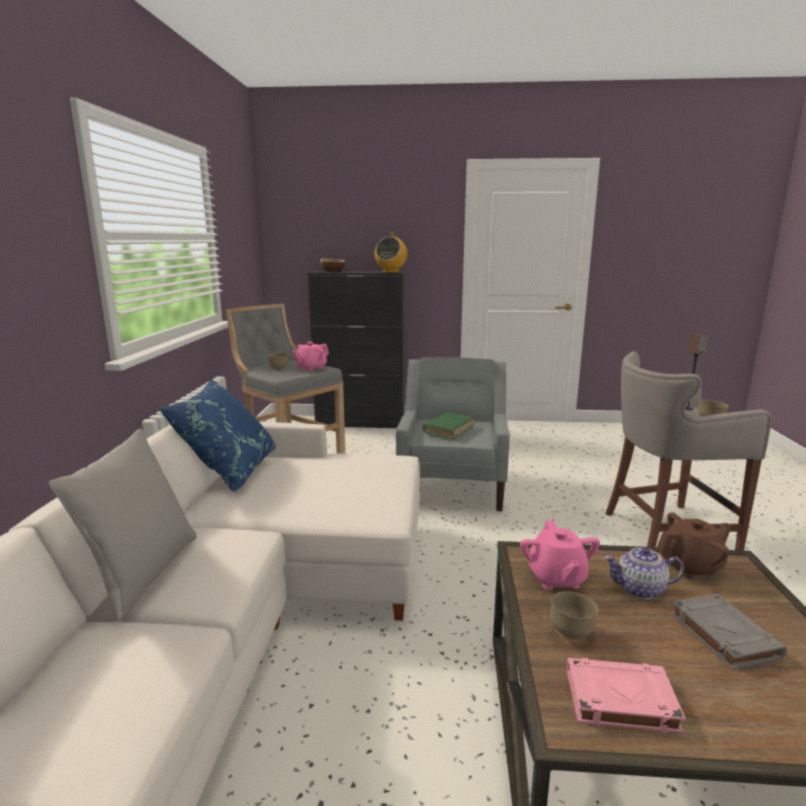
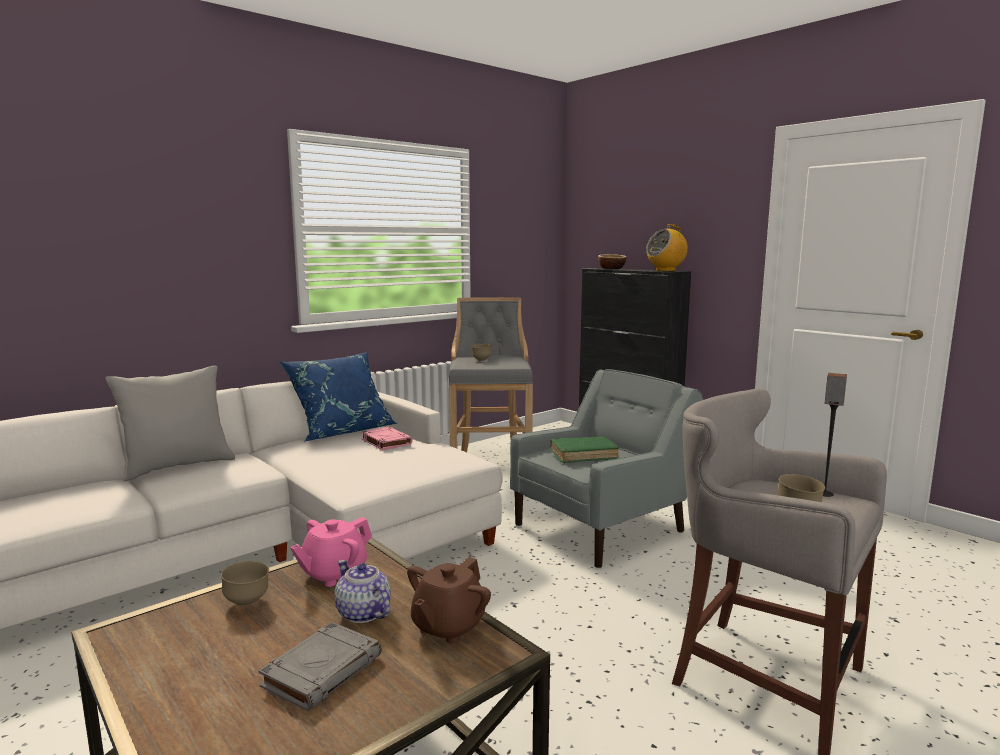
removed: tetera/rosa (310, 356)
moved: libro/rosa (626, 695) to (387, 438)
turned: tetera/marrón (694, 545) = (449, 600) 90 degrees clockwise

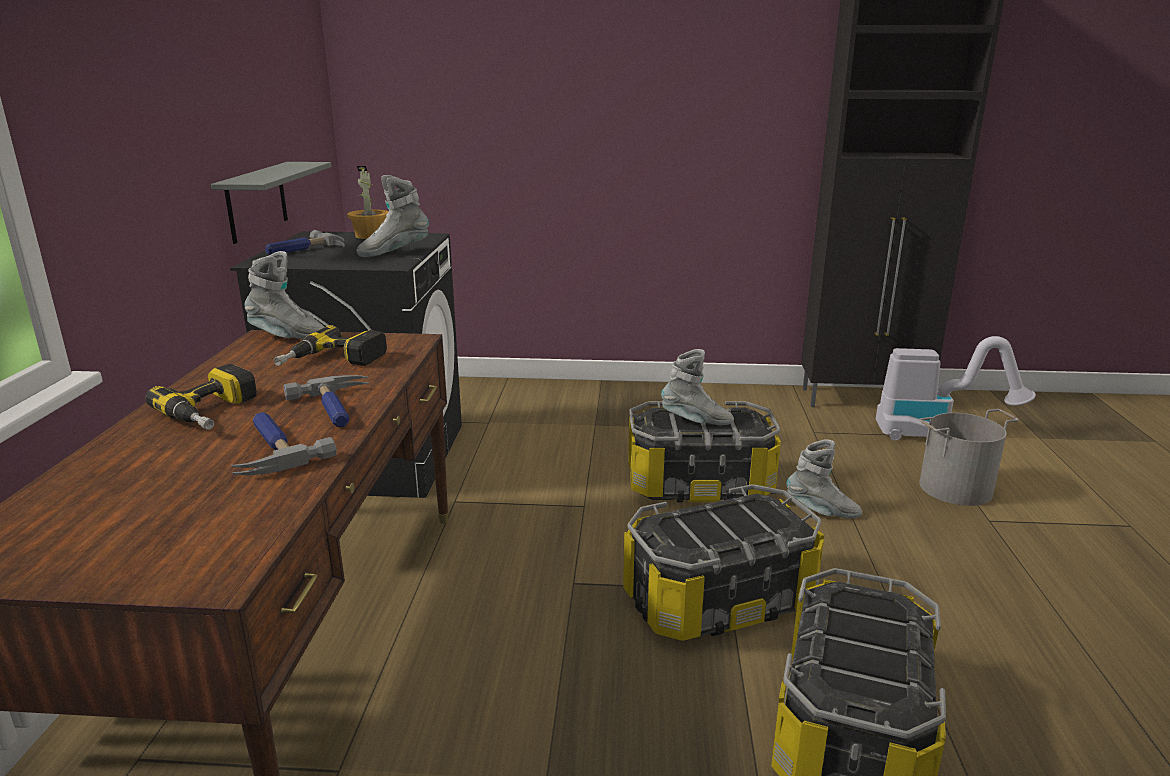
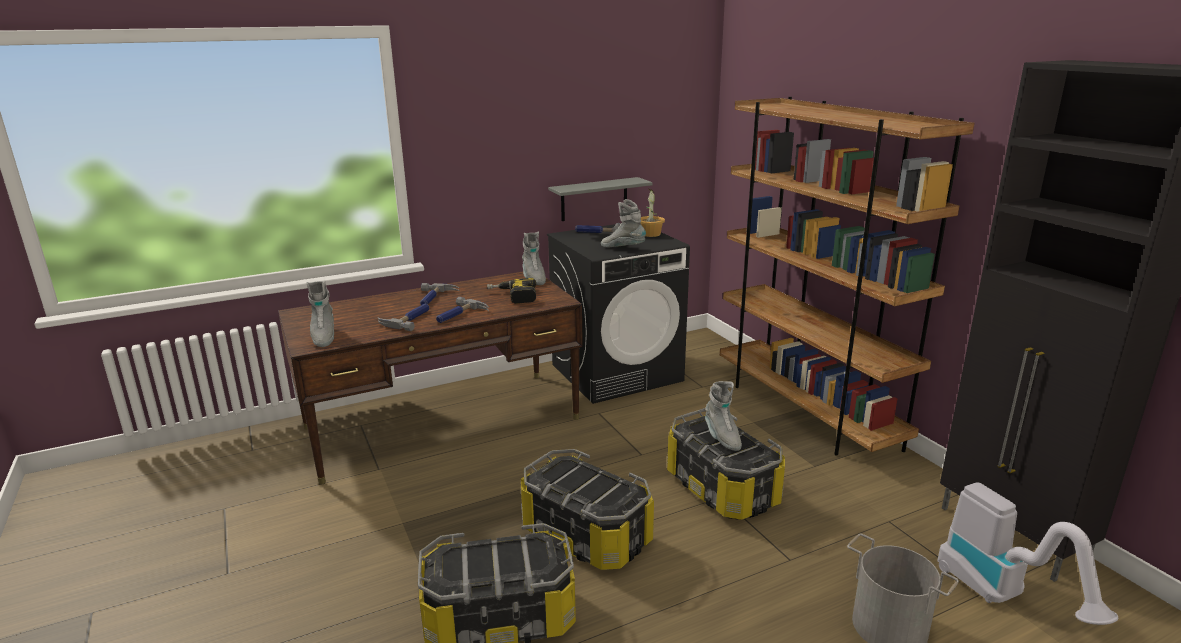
added: estantería/marrón (847, 276)
moved: bota/gris (825, 478) to (320, 314)
replaced: taladro (201, 397) to martillo (440, 294)

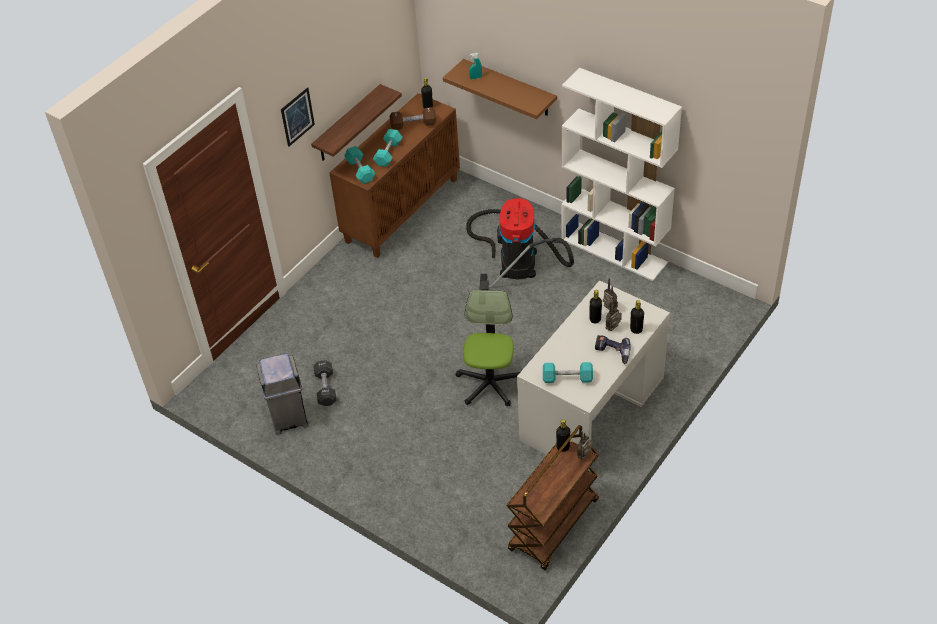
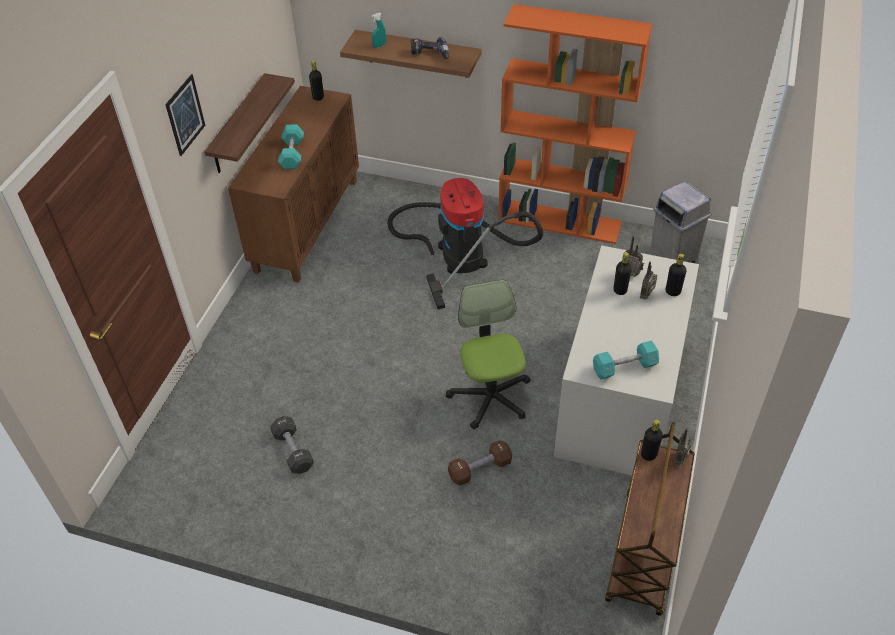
removed: mancuerna/turquesa (359, 165)
moved: papelera/gris (282, 394) to (680, 222); mancuerna/marrón (413, 118) to (480, 463); taladro (613, 349) to (430, 48)
recoloured: estantería/blanco (621, 174) to estantería/naranja (575, 124)

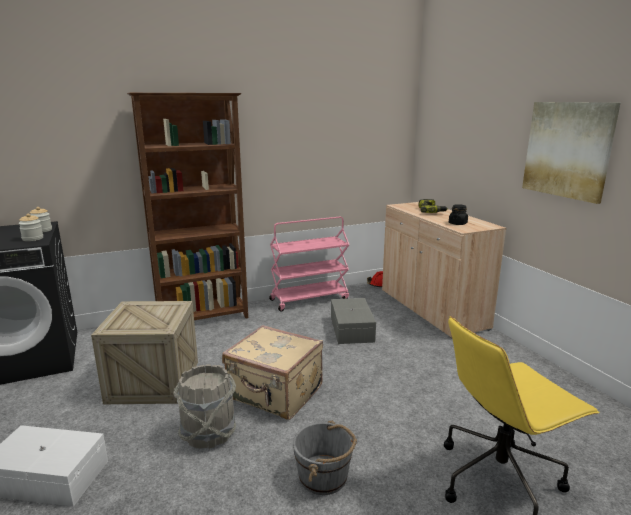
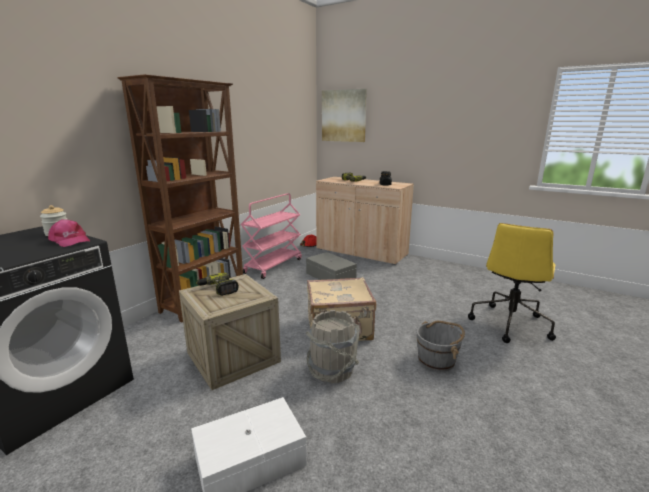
added: taladro (217, 284)
moved: cuadro (571, 153) to (344, 115)
replaced: tarro (31, 227) to gorra/rosa (69, 233)

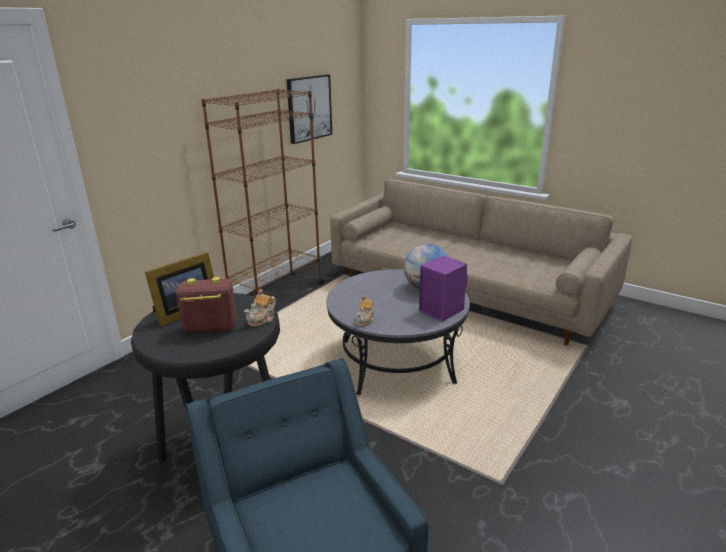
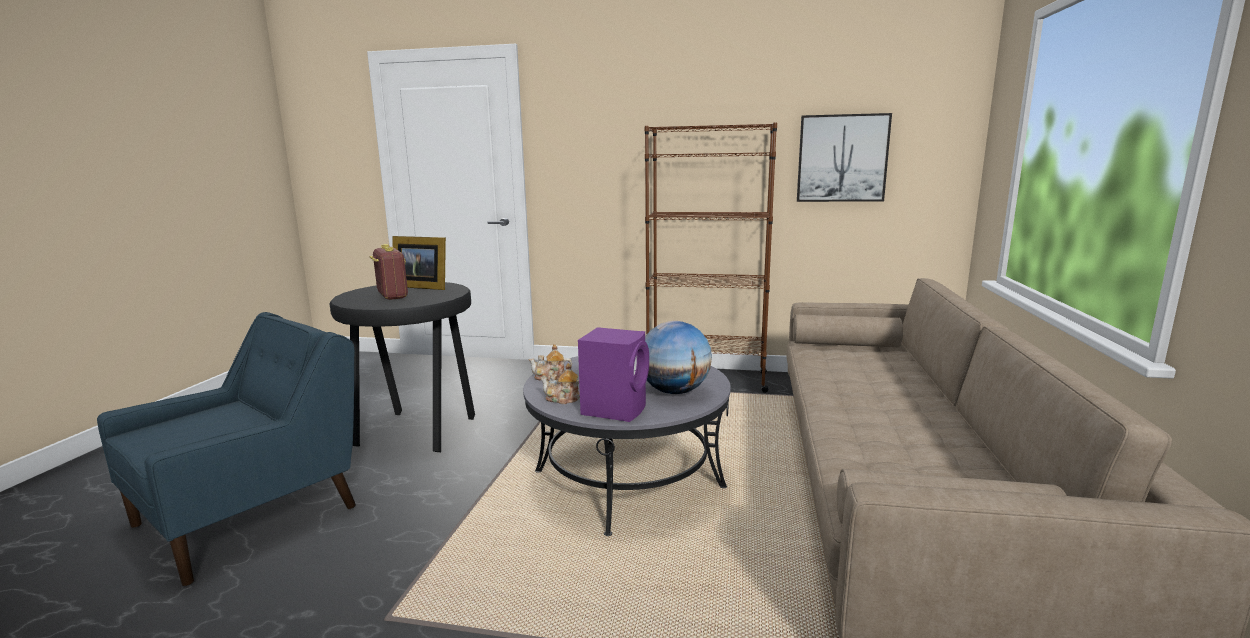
moved: tetera (260, 308) to (560, 383)

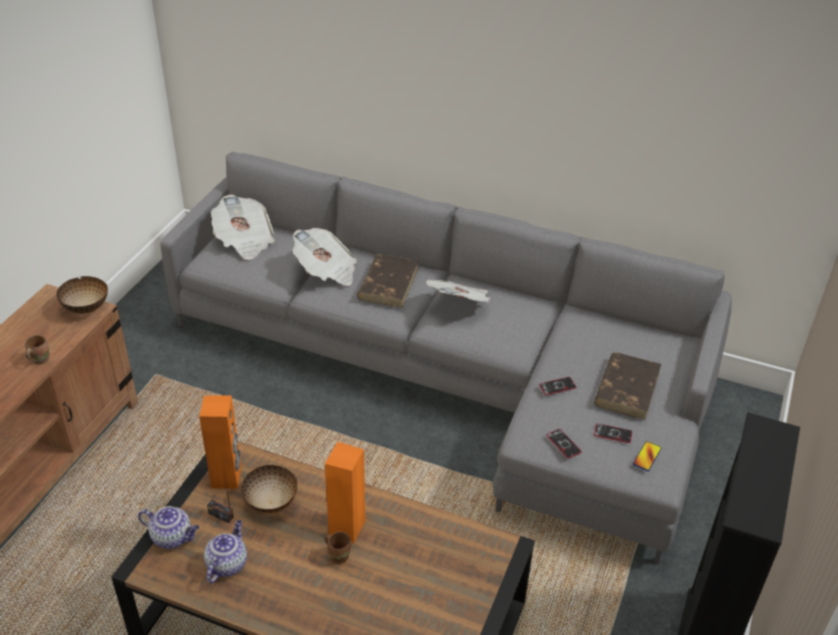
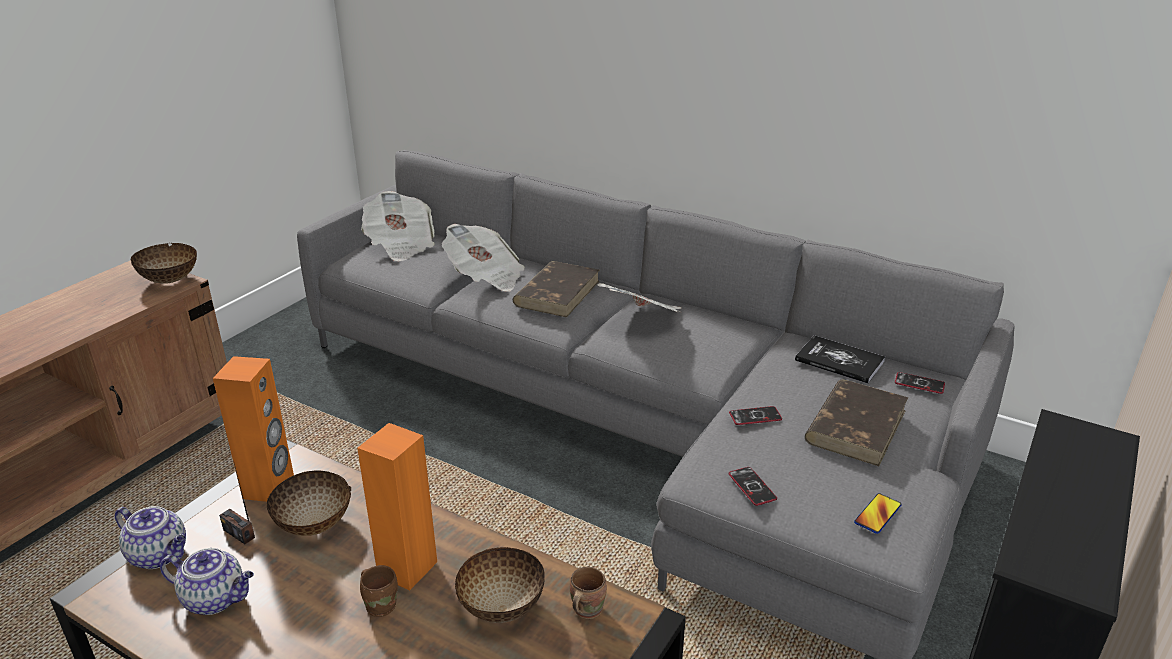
added: cuenco (500, 585); libro (840, 359)
moved: taza grande/marrón (37, 349) to (588, 593); móvil (613, 433) to (920, 383)
turned: tetera (225, 551) = (207, 581) 75 degrees clockwise

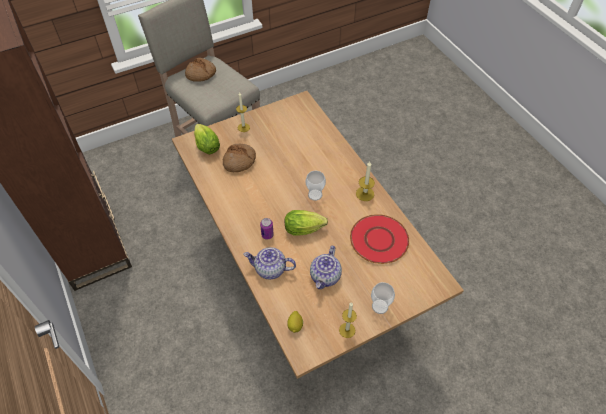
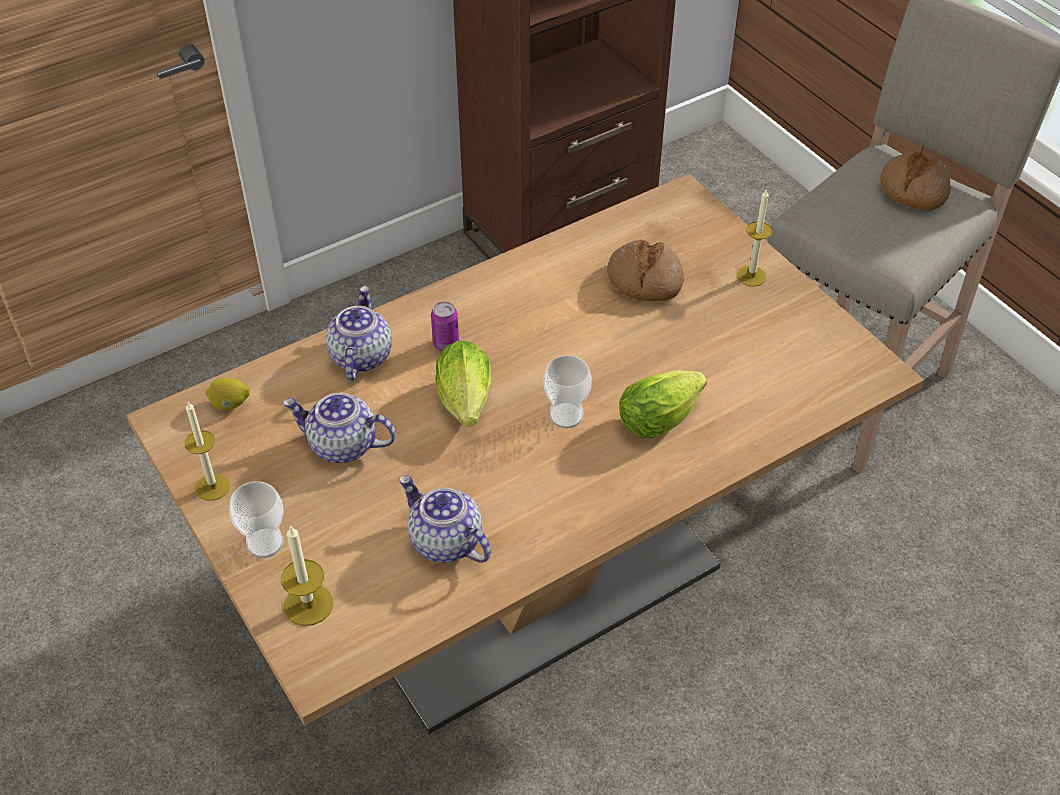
moved: lechuga (207, 139) to (663, 404); vela (365, 181) to (307, 575)
replaced: plato/rojo (379, 239) to tetera (445, 519)

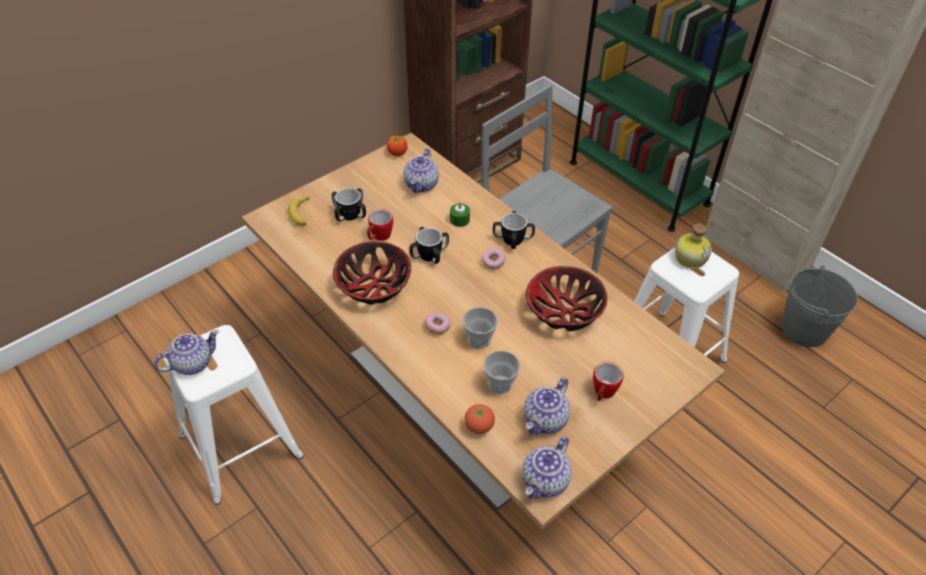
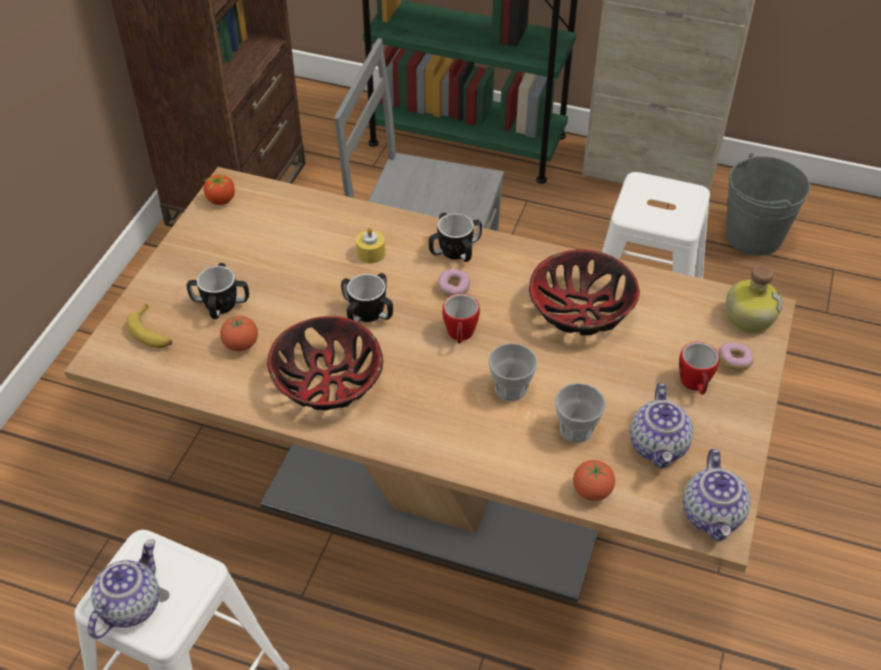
removed: tetera (421, 171)
added: tomate (239, 333)
moved: taza grande (380, 225) to (461, 318); rosquilla (437, 323) to (736, 357); botella (693, 246) to (754, 299)
recoloured: vela/verde (460, 214) to vela/amarillo (370, 245)

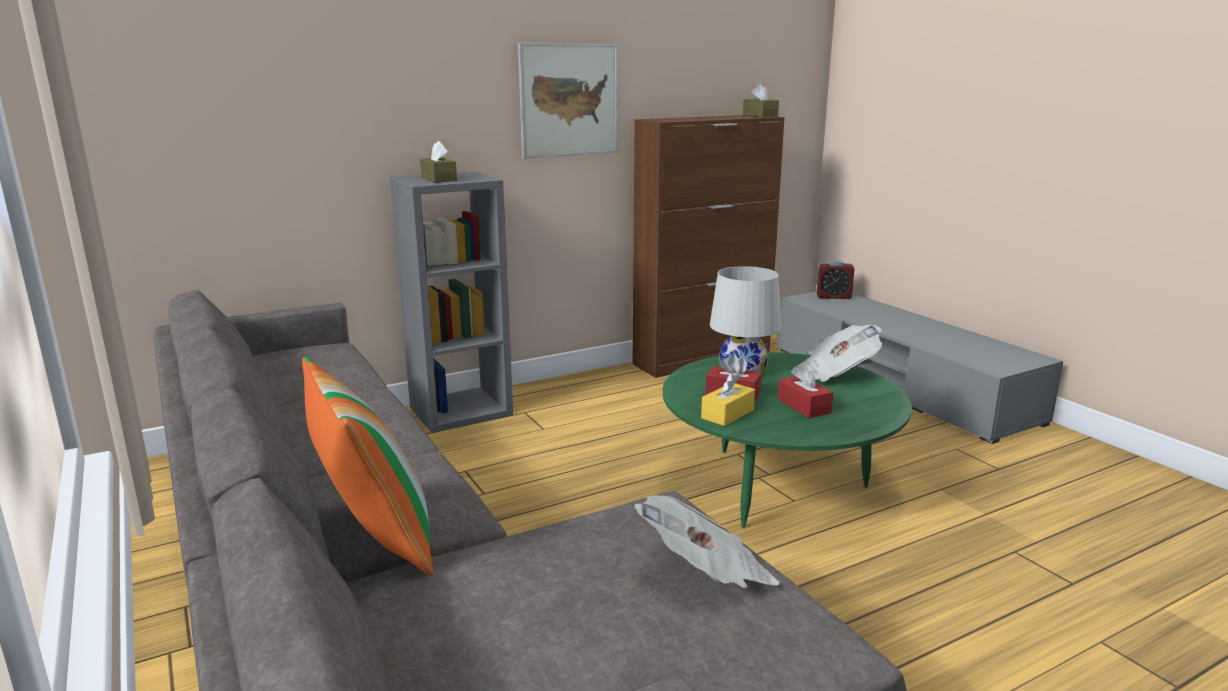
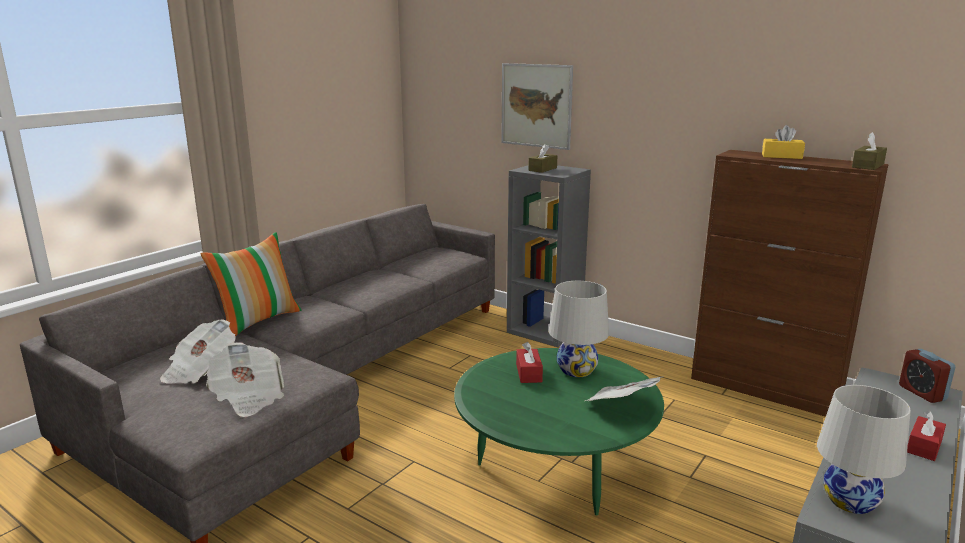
added: periódico (198, 351); lámpara de mesa/blanco (864, 449)
moved: cuadro (568, 101) to (537, 106); caja de pañuelos/amarillo (728, 399) to (783, 142); caja de pañuelos/rojo (805, 391) to (926, 436)

